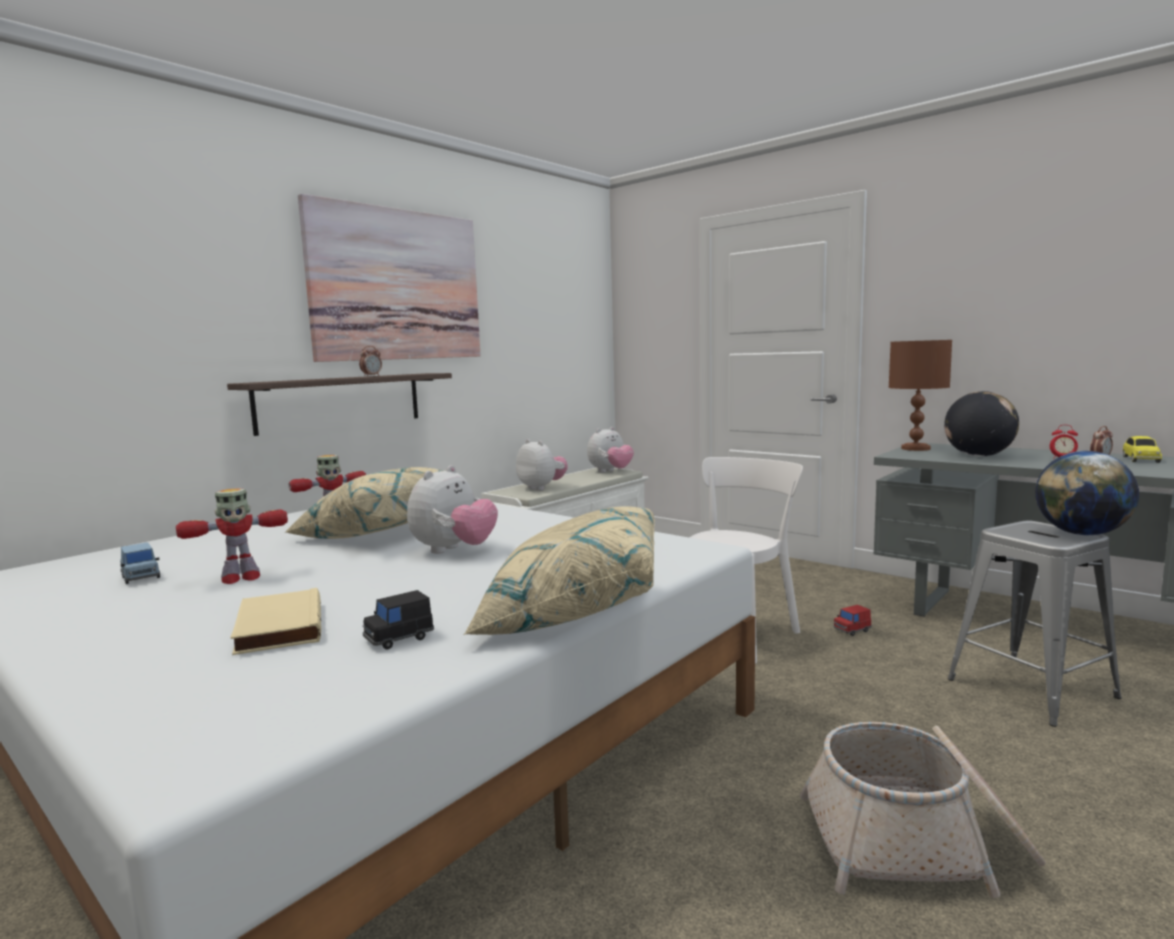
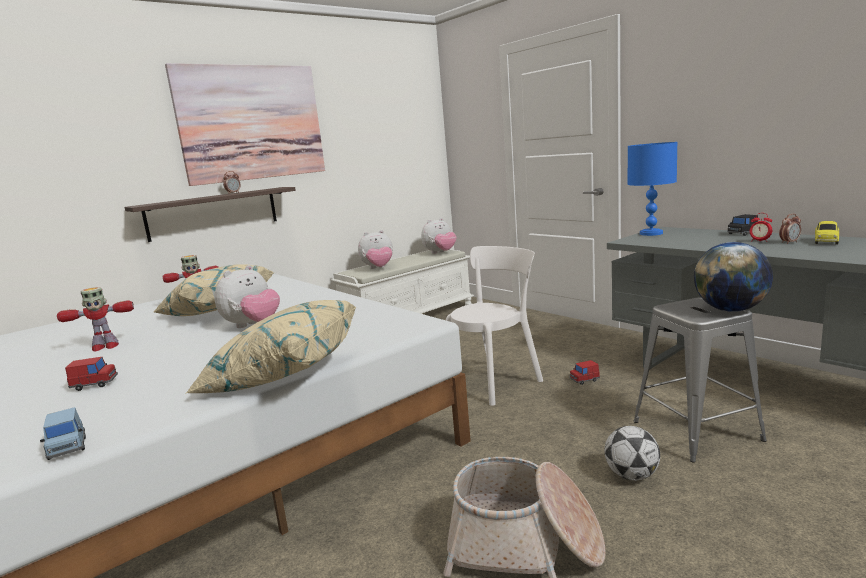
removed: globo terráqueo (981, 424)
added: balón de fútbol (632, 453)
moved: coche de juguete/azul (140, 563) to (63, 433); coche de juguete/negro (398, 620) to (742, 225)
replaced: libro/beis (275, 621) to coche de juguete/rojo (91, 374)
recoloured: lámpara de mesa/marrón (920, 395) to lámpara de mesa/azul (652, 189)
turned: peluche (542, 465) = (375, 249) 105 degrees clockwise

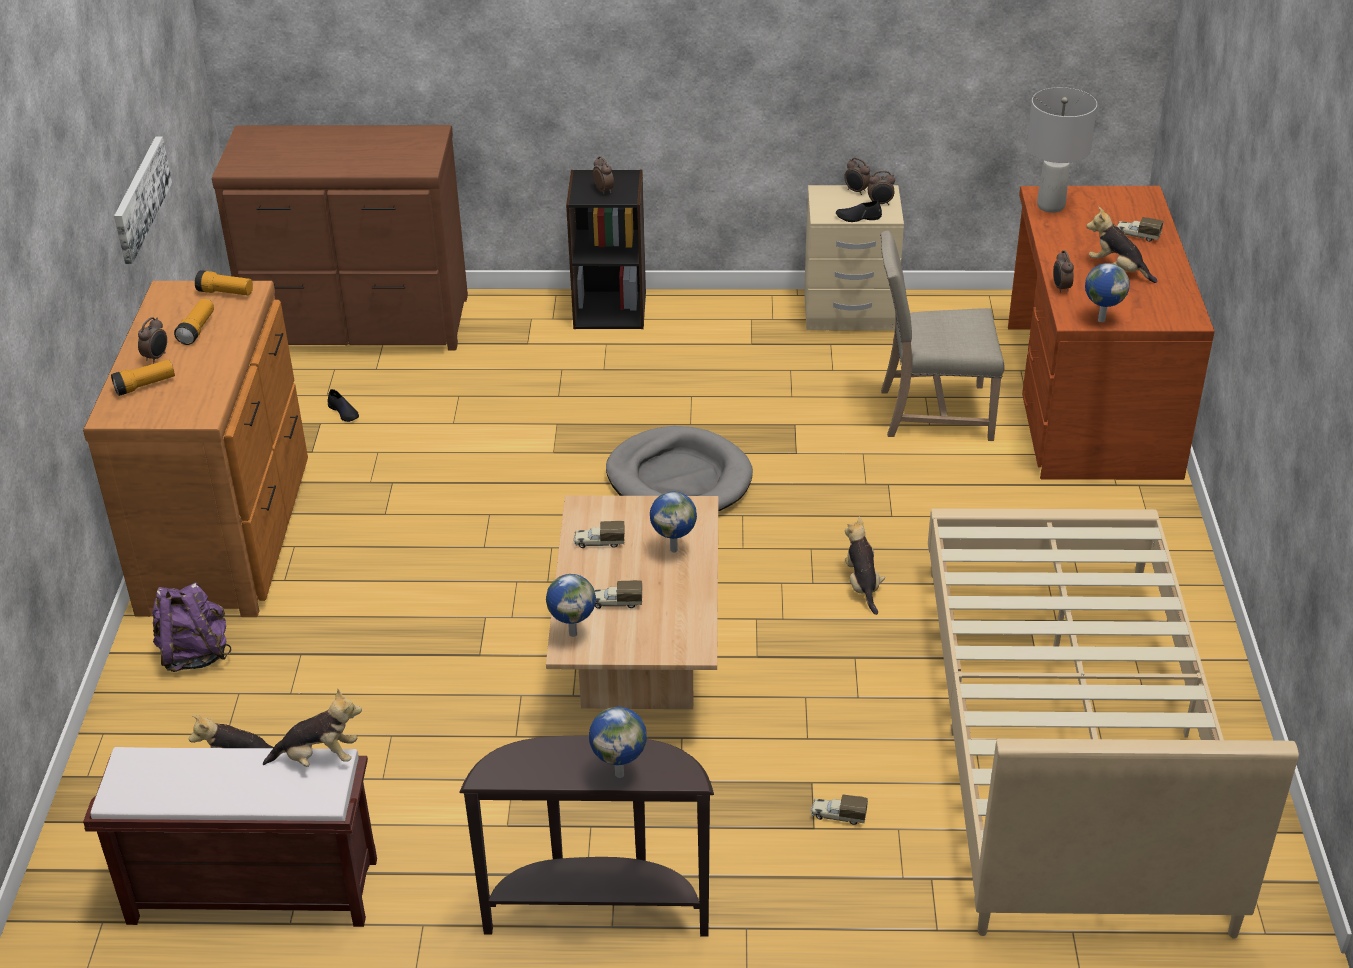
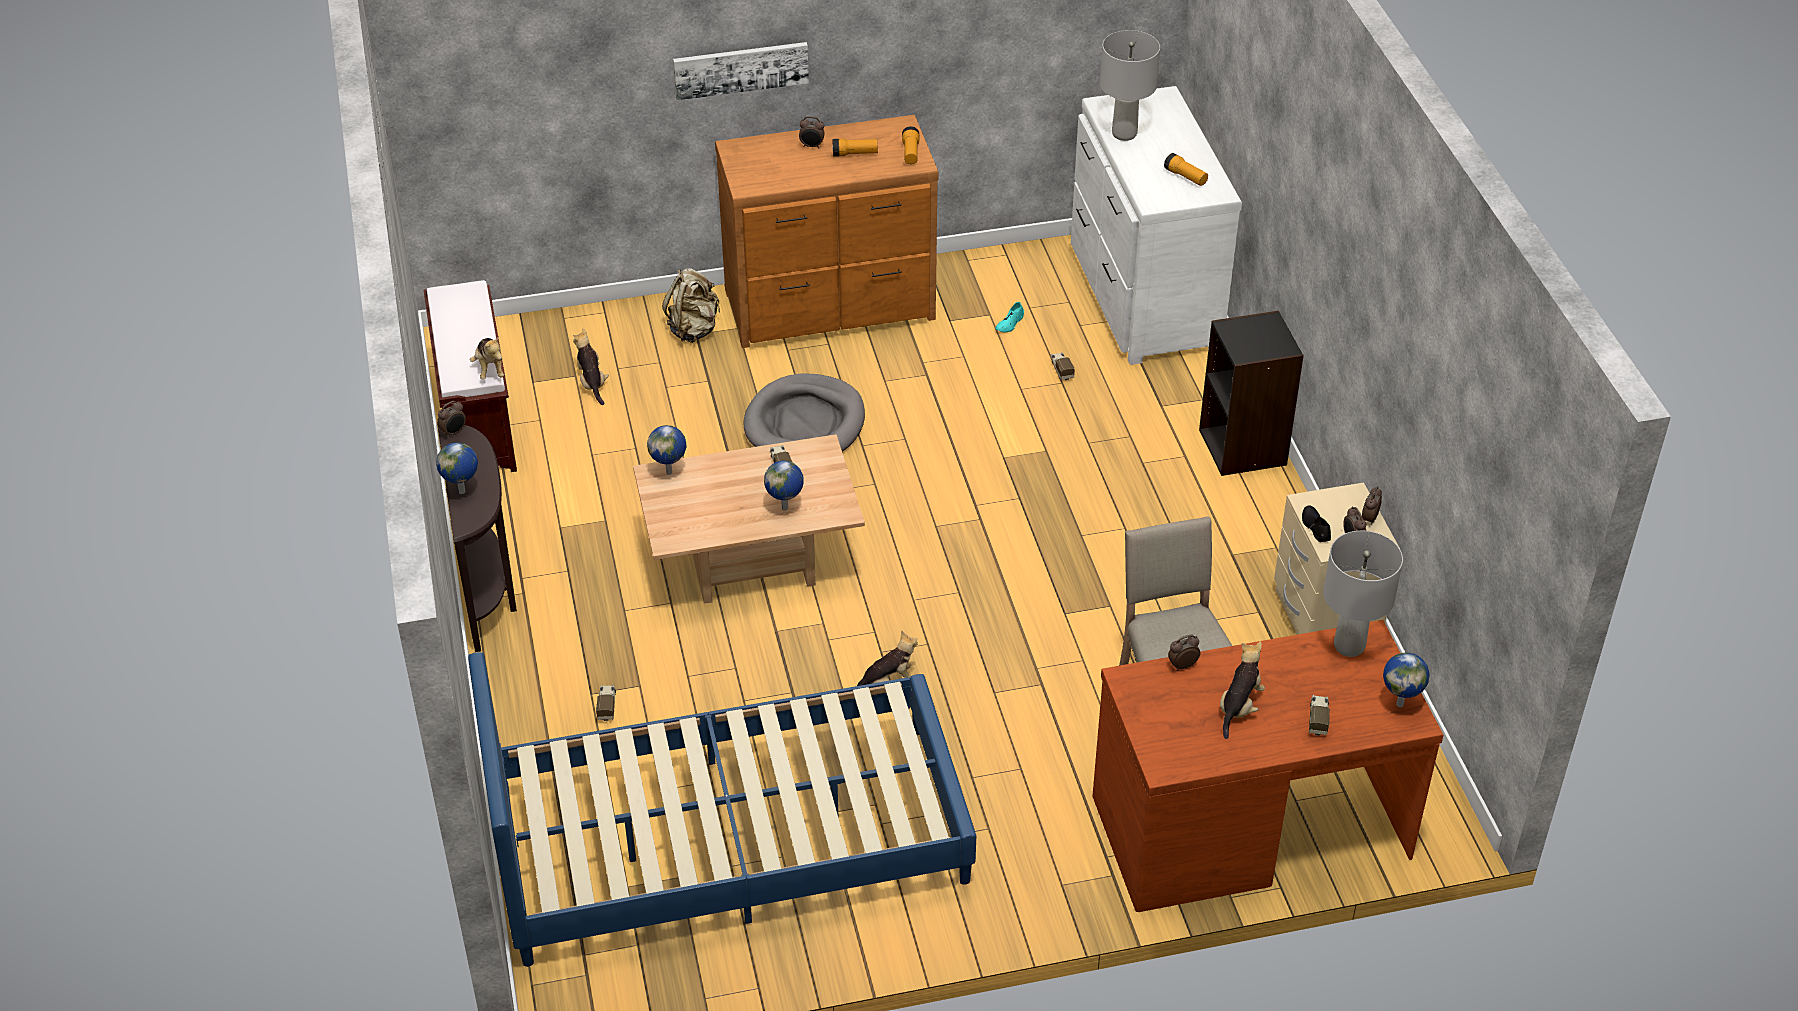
added: lámpara de mesa/gris (1130, 85)
moved: linterna (143, 377) to (1186, 169); cuadro (143, 200) to (741, 71); despertador (603, 174) to (451, 419); camión de juguete (618, 594) to (1062, 366); cama para perro/gris (679, 468) to (804, 412); globo terráqueo (1107, 292) to (1406, 680)
recoloured: mochila/morado (192, 627) to mochila/beis (691, 305); cómoda/marrón (340, 237) to cómoda/blanco (1156, 225); zapato/negro (343, 405) to zapato/turquesa (1009, 317); cama/beis (1113, 723) to cama/azul (722, 809)

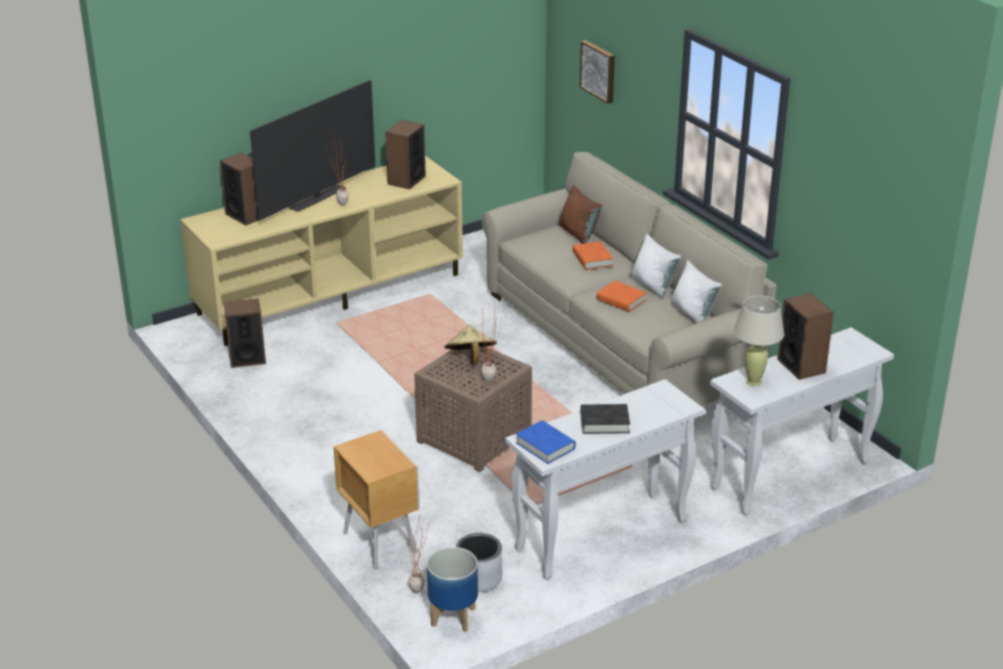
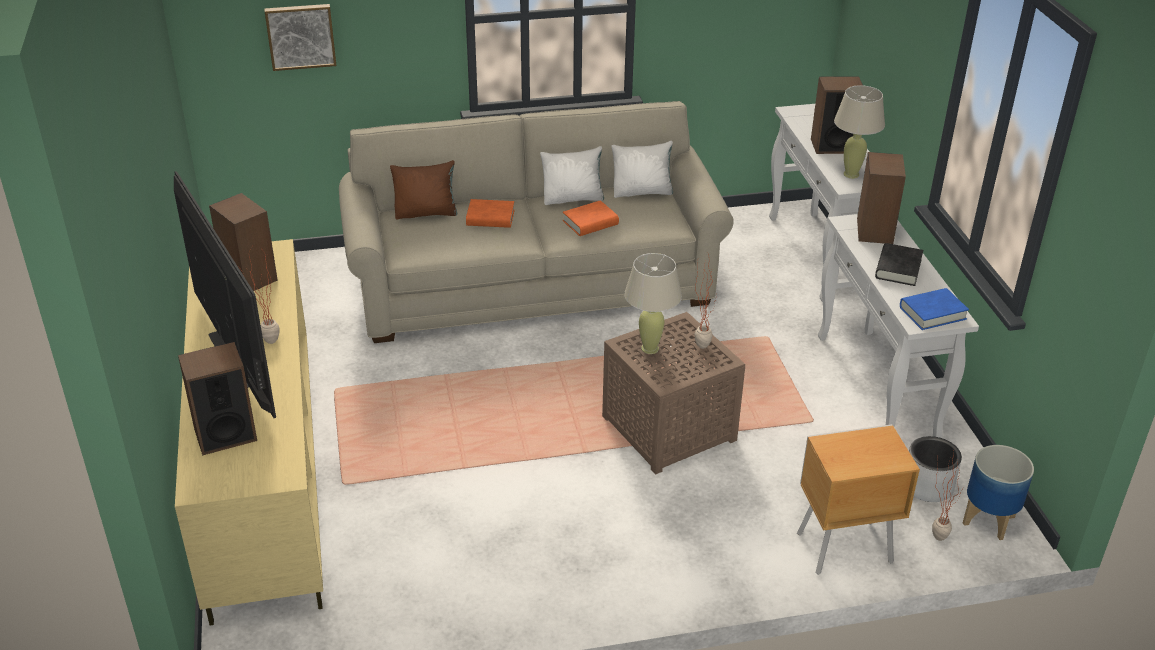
moved: altavoz (245, 333) to (881, 198)
replaced: sombrero/beis (471, 344) to lámpara de mesa/beis (653, 303)

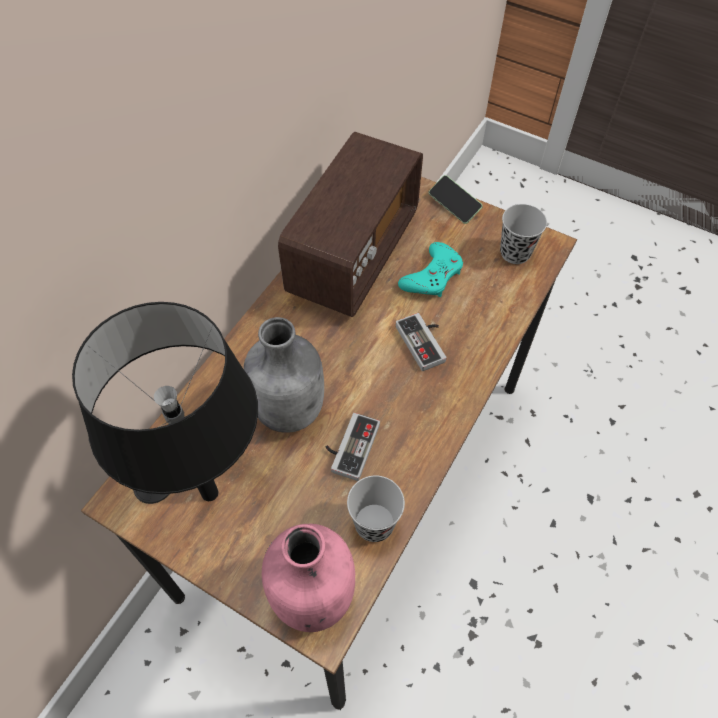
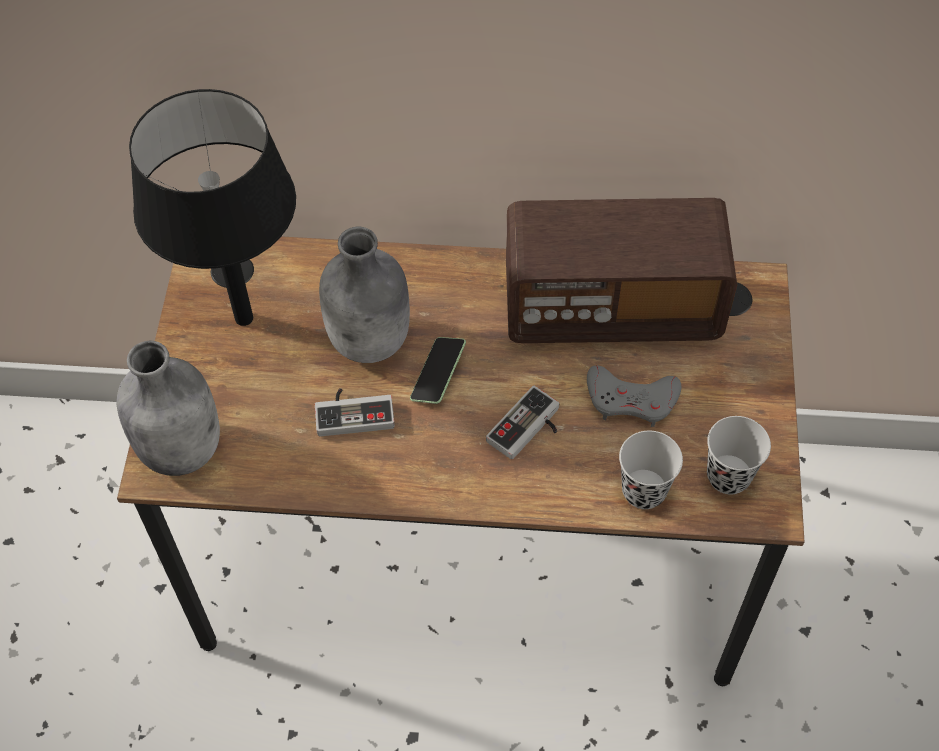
moved: taza/negro (376, 508) to (651, 470); móvil (456, 199) to (438, 370)
recoloured: botella/rosa (308, 578) to botella/gris (168, 408); mando de consola/turquesa (430, 269) to mando de consola/gris (634, 396)

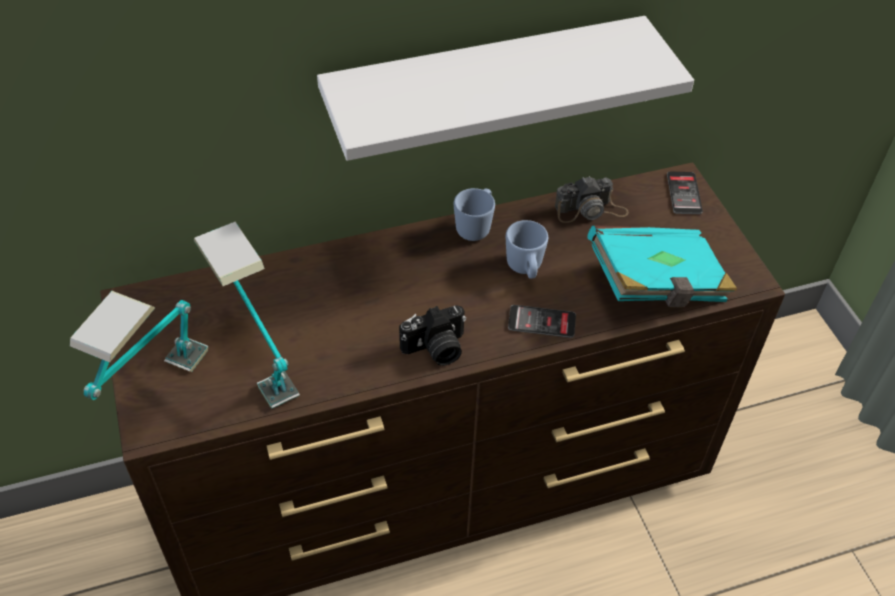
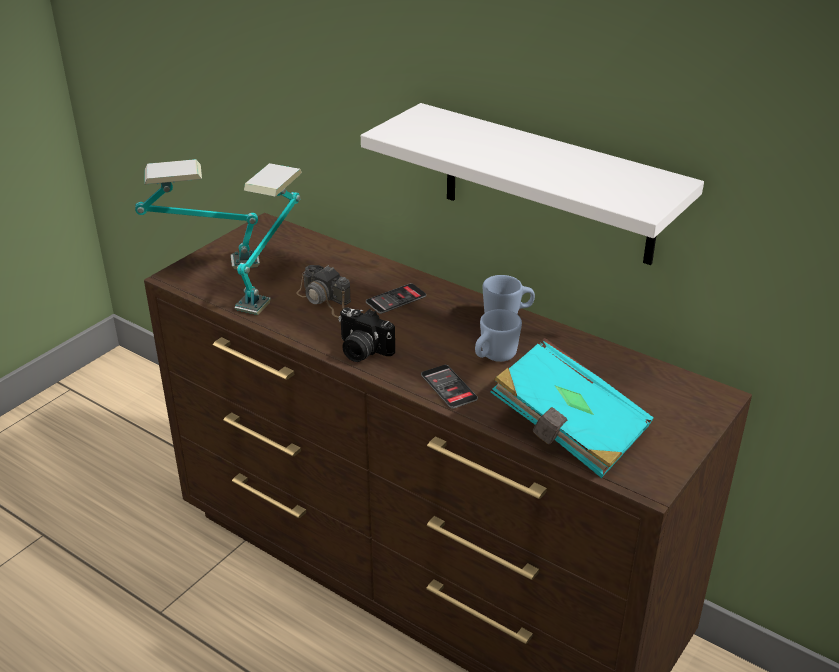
moved: cámara (592, 199) to (323, 291); móvil (685, 192) to (396, 298)

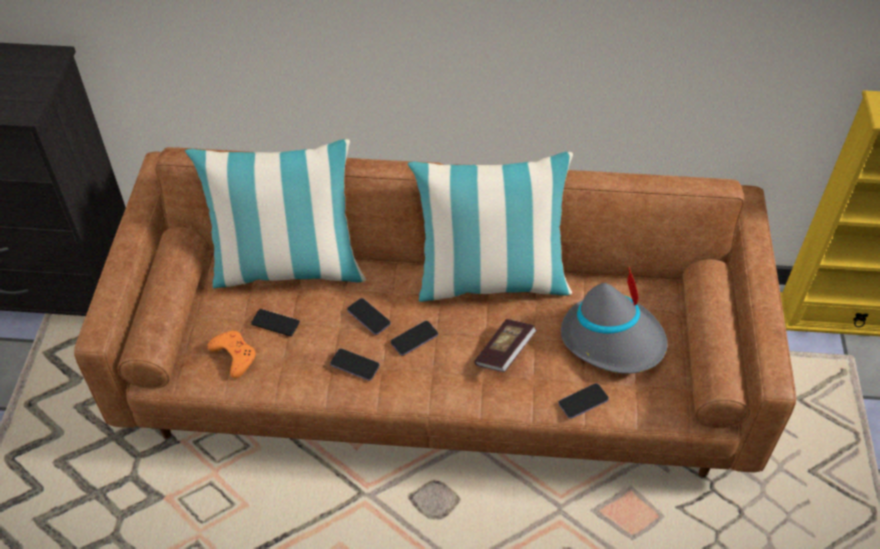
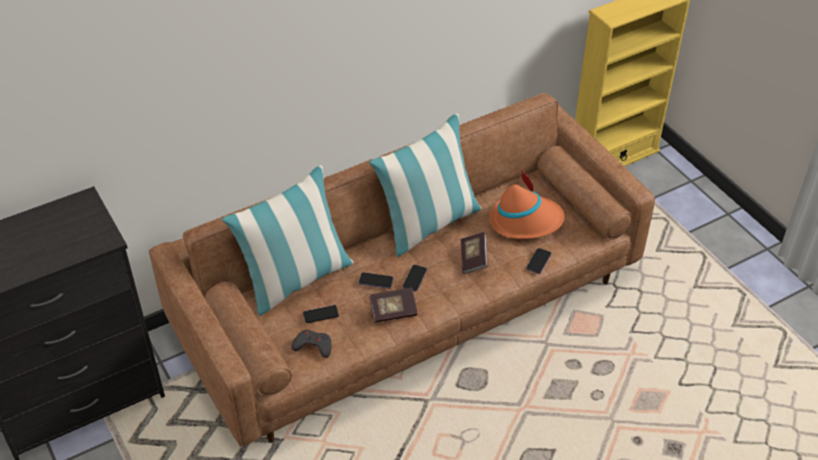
replaced: móvil (355, 364) to libro (393, 305)
recoloured: mando de consola/naranja (231, 355) to mando de consola/gris (311, 344); sombrero/gris (614, 320) to sombrero/naranja (527, 204)

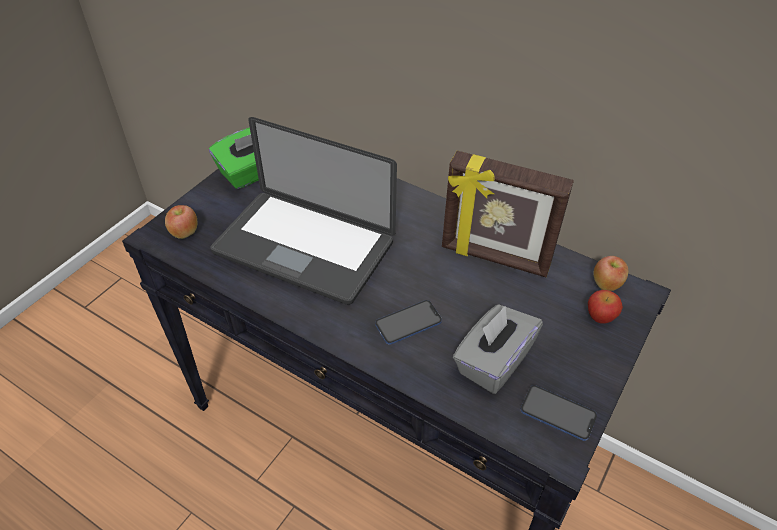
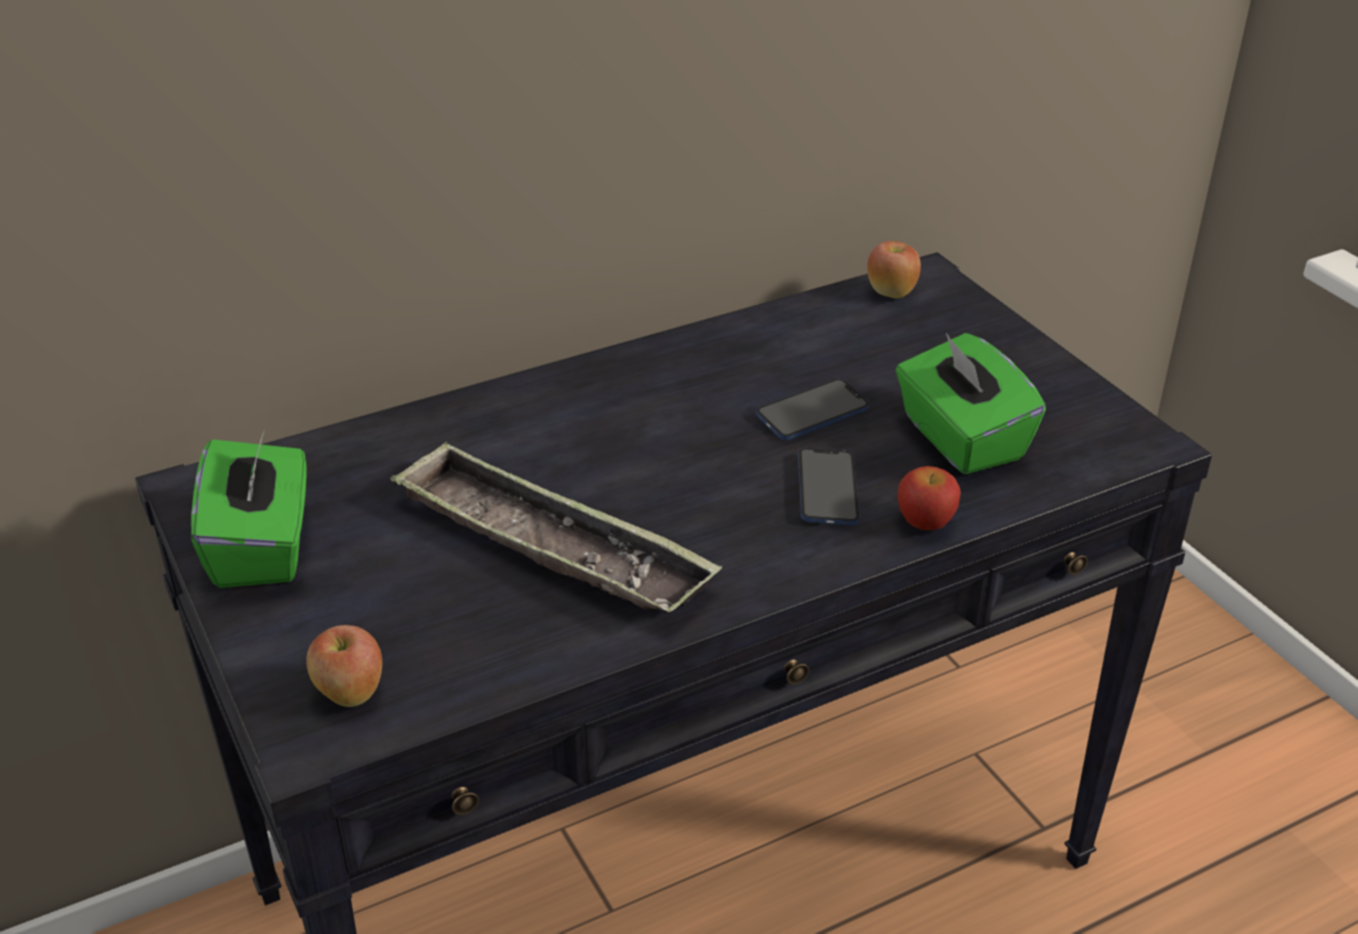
removed: portarretratos (508, 214)
moved: móvil (559, 413) to (812, 409); manzana (605, 307) to (929, 498)
replaced: portátil (304, 211) to bandeja (556, 527)
recoloured: caja de pañuelos/gris (498, 349) to caja de pañuelos/verde (971, 404)

